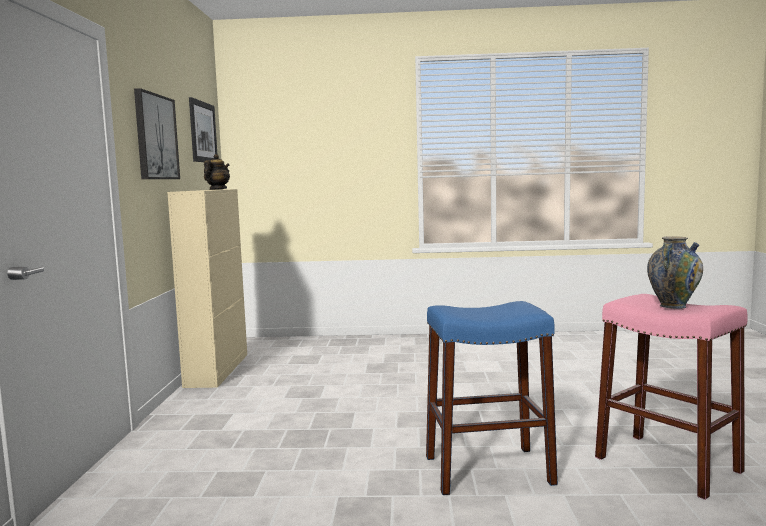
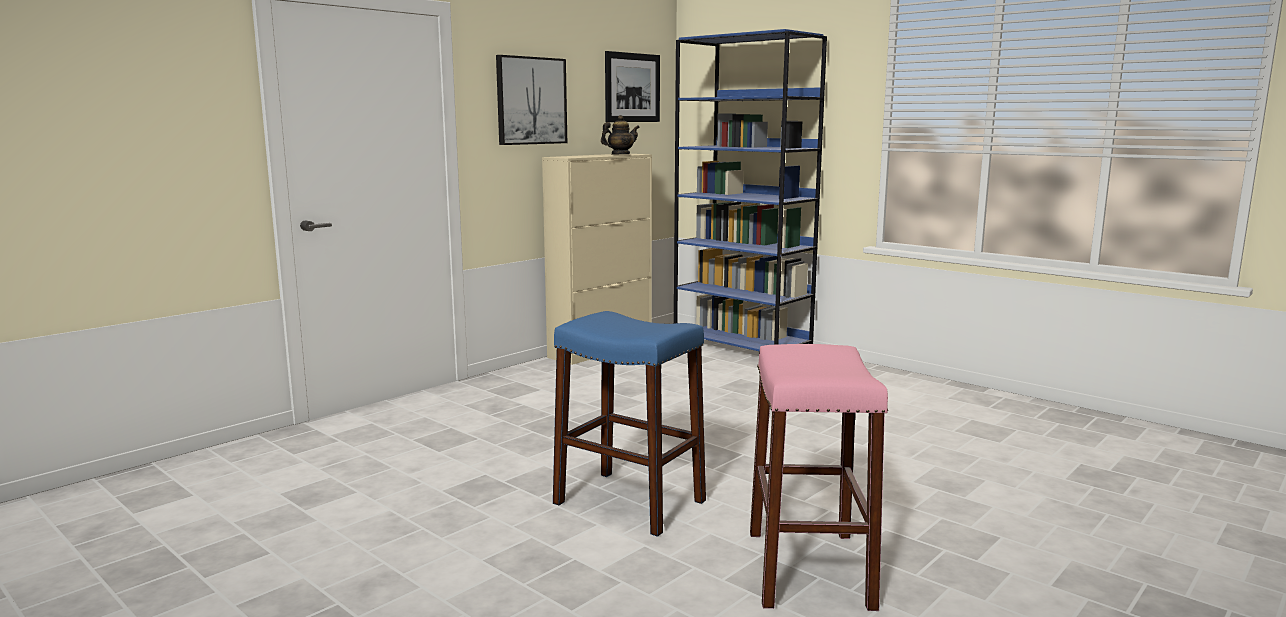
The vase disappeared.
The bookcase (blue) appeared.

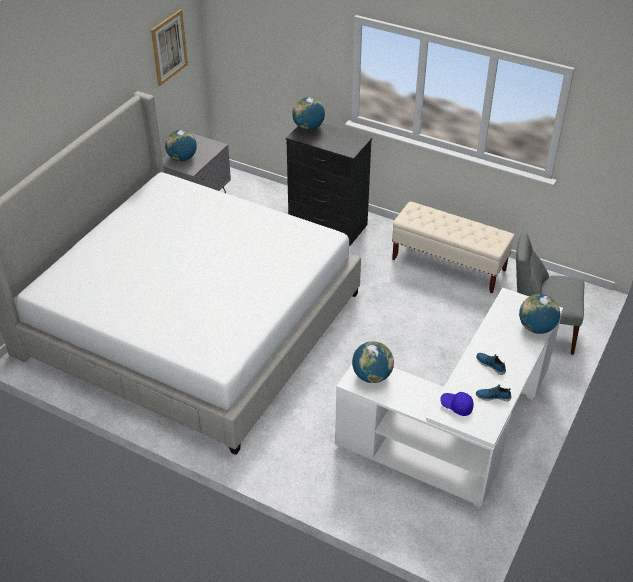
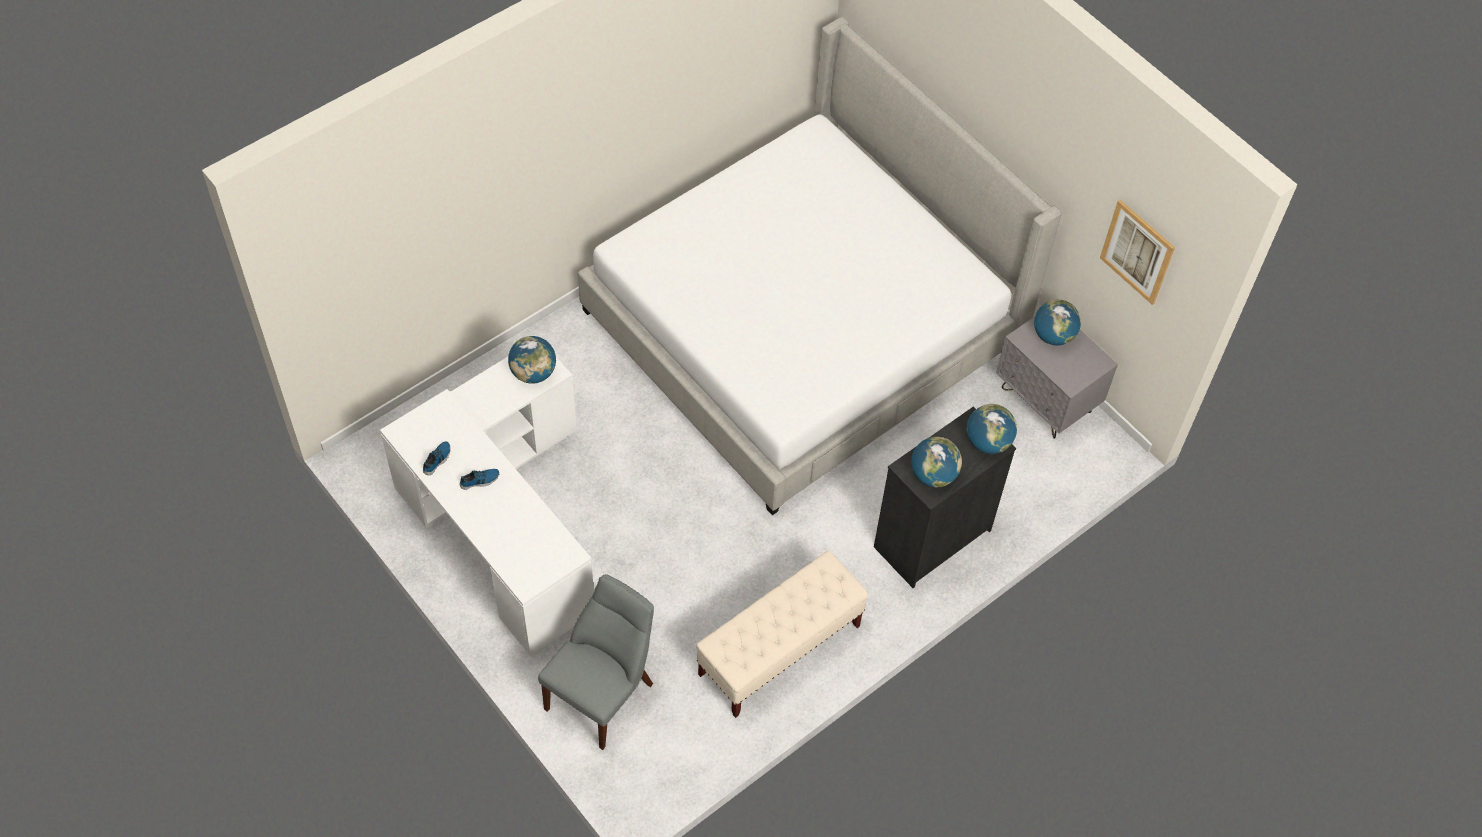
The cap (blue) disappeared.
The globe (no. 4 from left in the first image) moved.

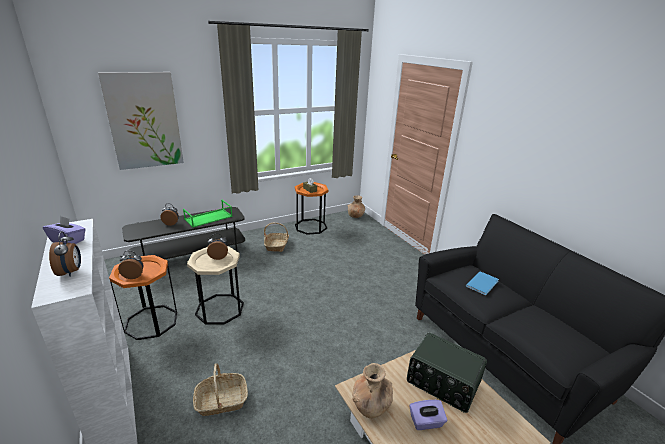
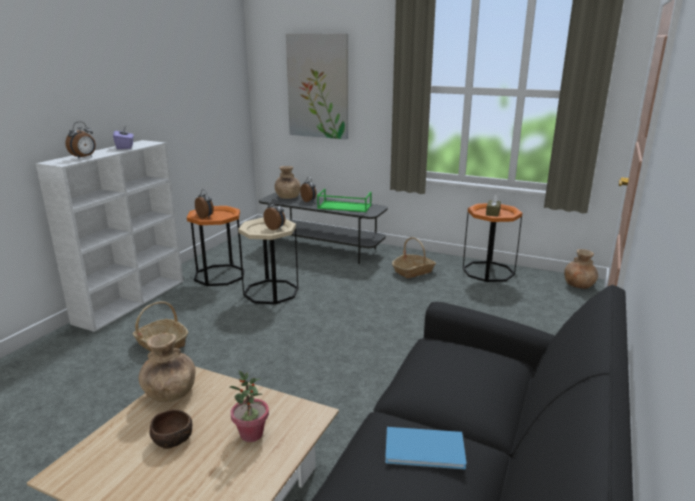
The radio was replaced by the potted plant.
The tissue box (purple) (no. 2 from left) was replaced by the bowl (brown).
The book (blue) moved.
The vase (brown) (no. 2 from left) appeared.

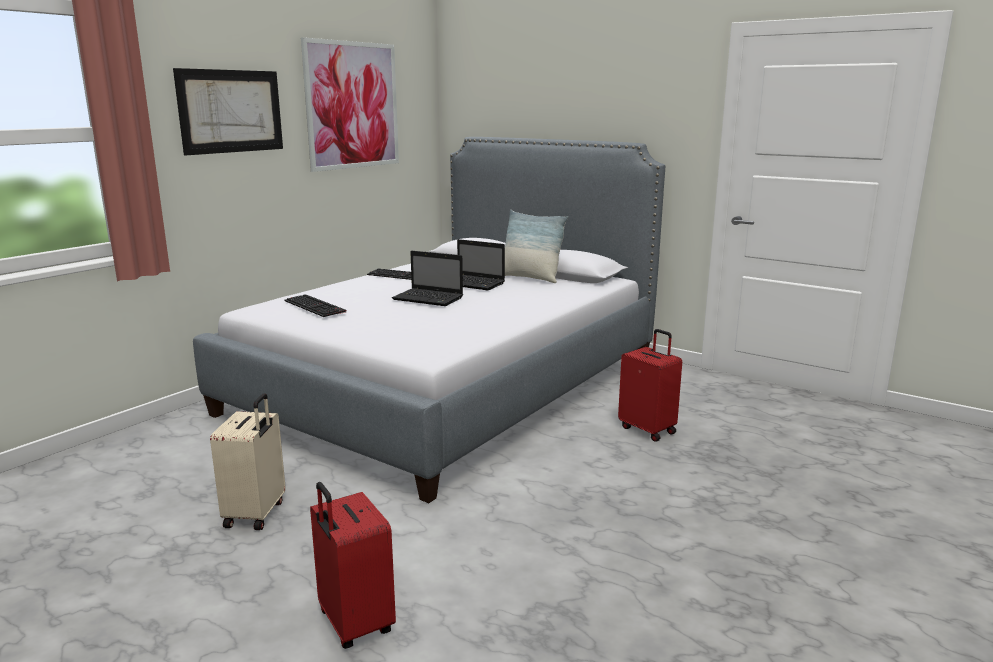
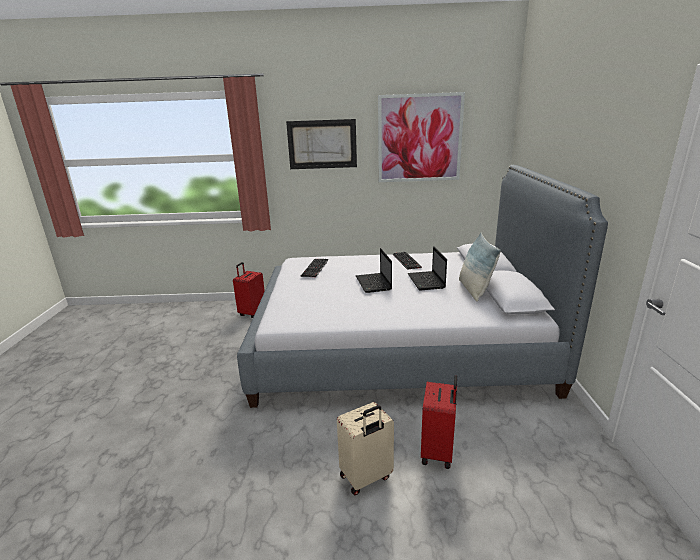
The suitcase (beige) moved.
The suitcase (red) (no. 1 from left) moved.

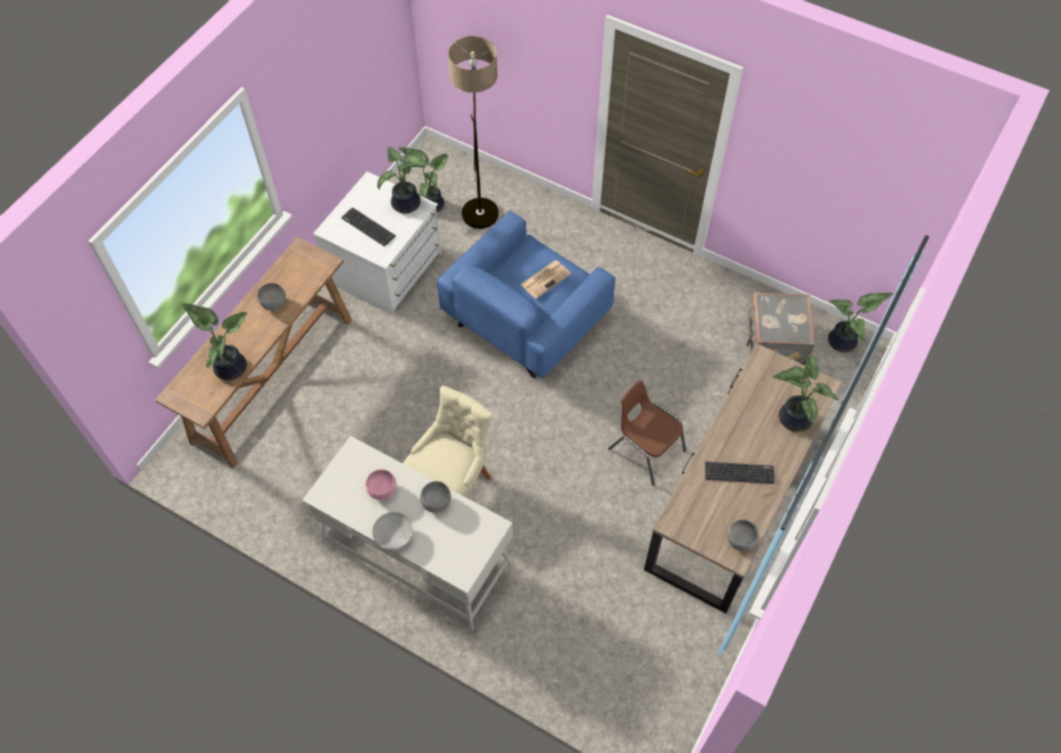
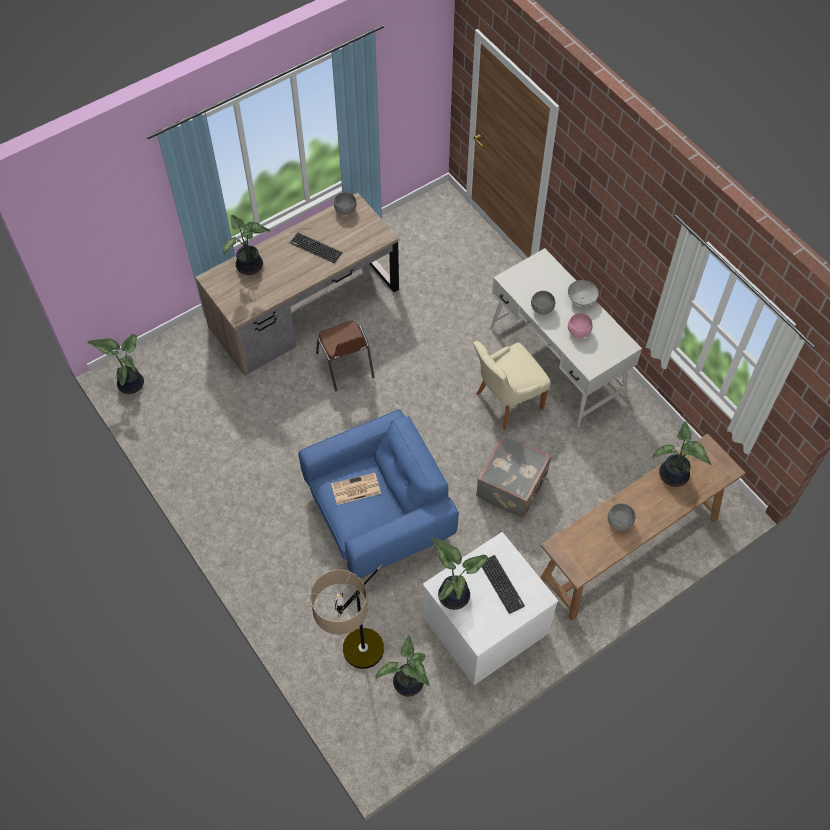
The suitcase (grey) moved.

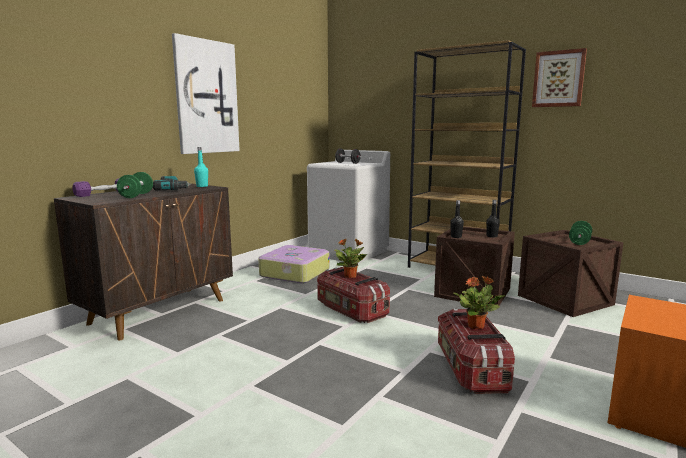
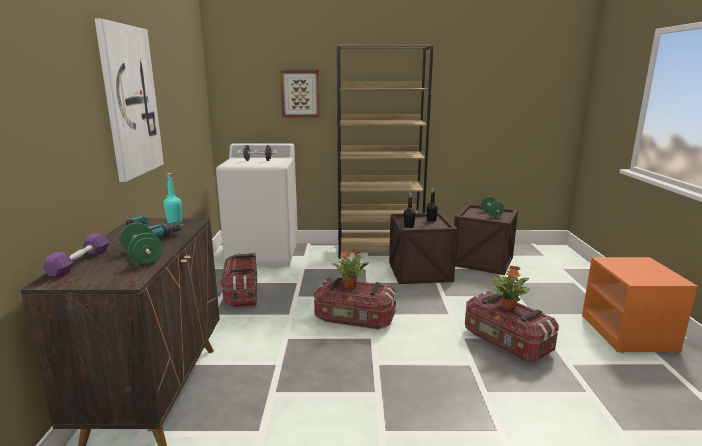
The suitcase was replaced by the storage box (no. 1 from left).
The picture (no. 2 from left) moved.

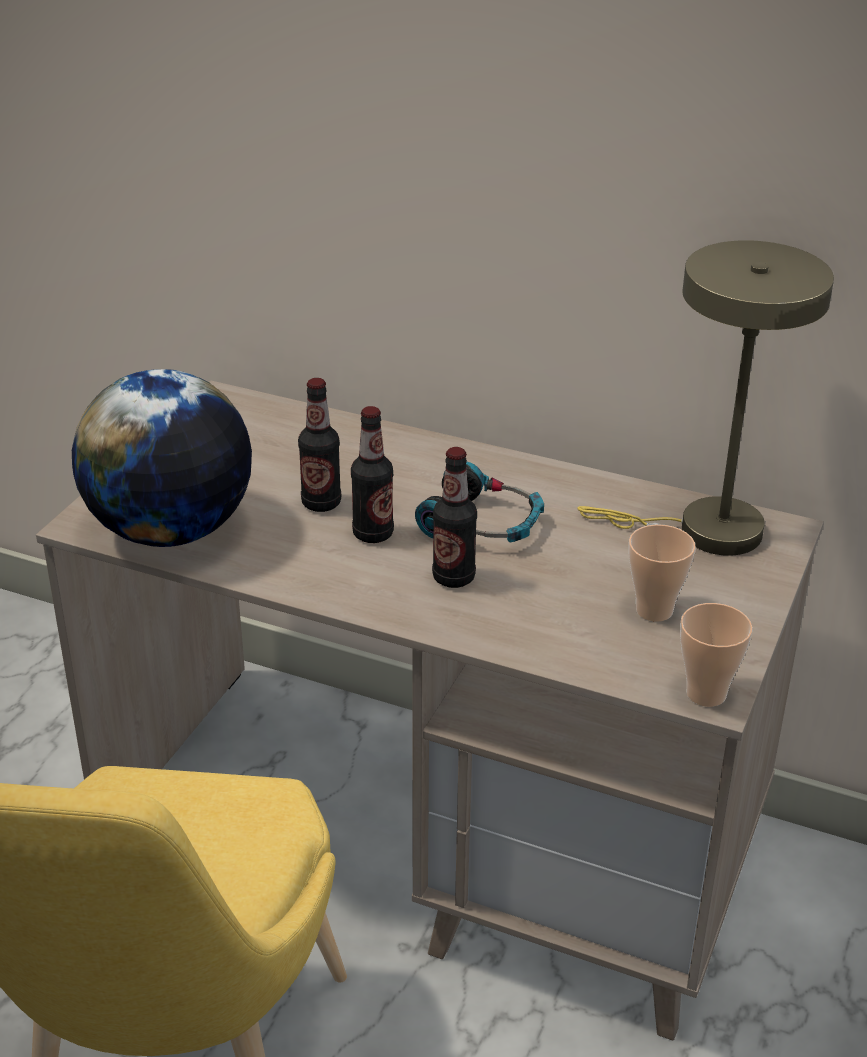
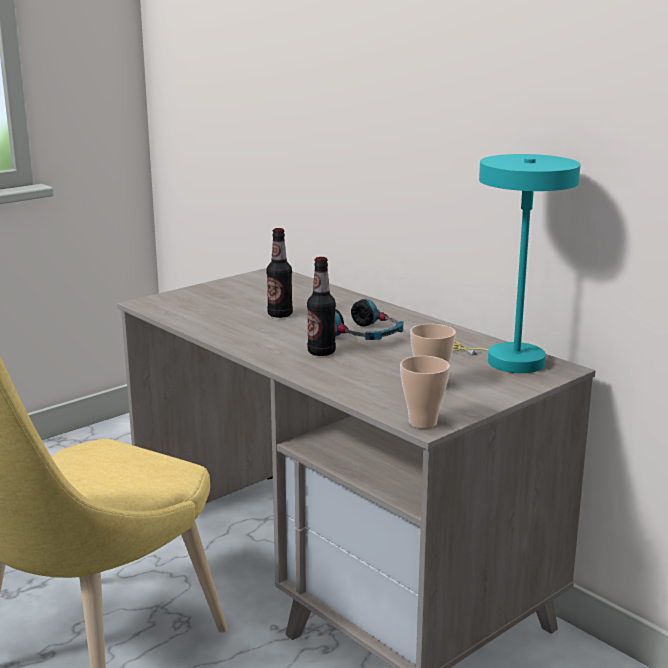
The globe disappeared.
The bottle (no. 2 from left) disappeared.
The table lamp (beige) became the table lamp (turquoise).

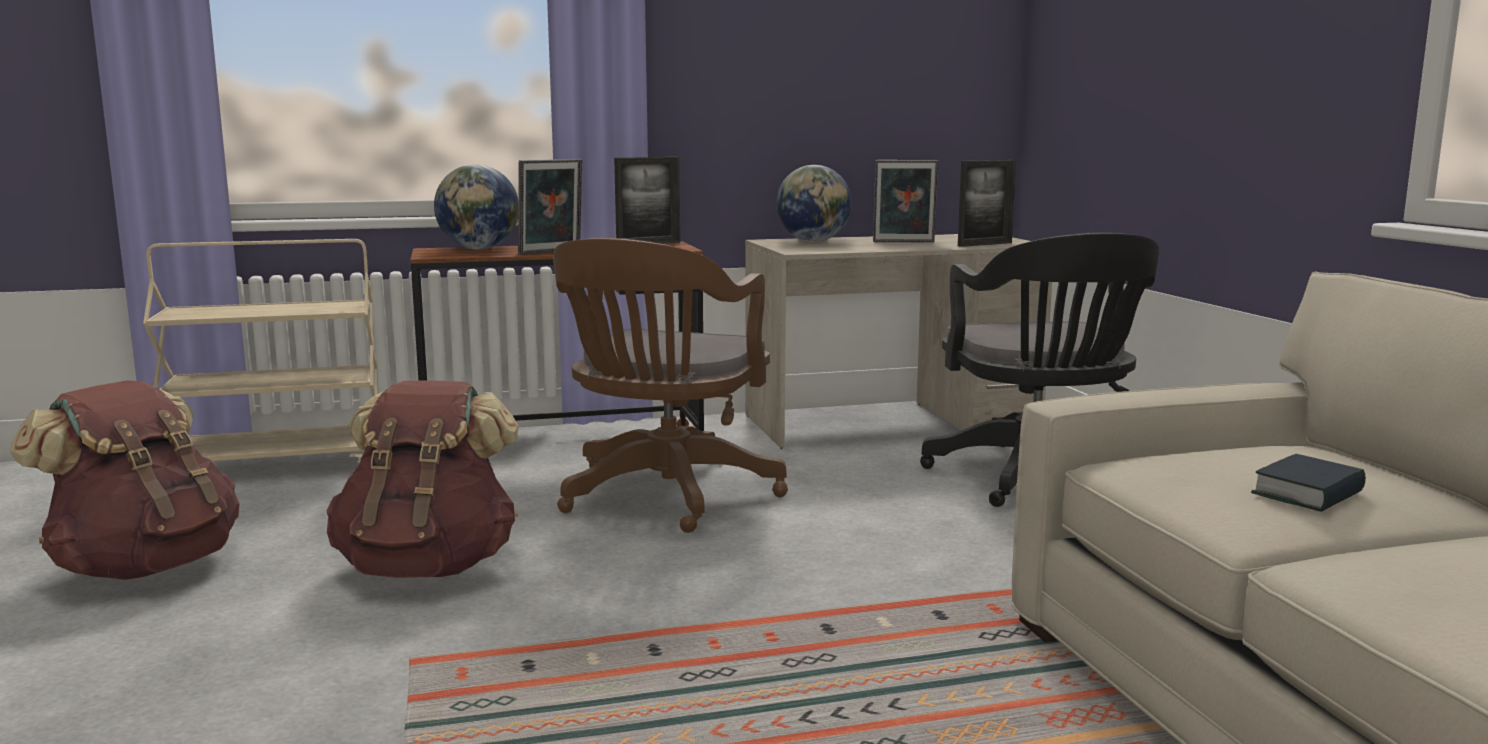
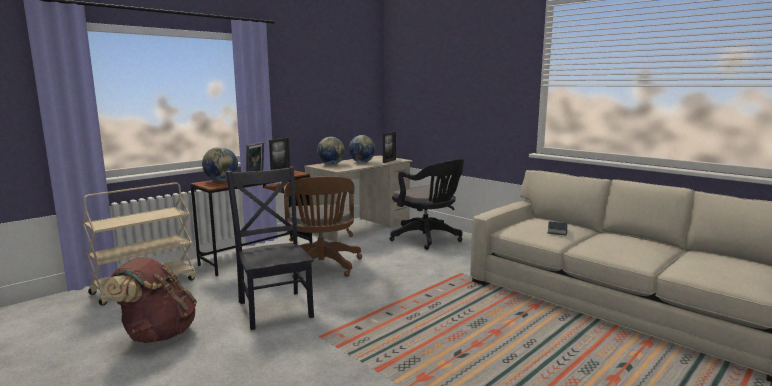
The backpack (brown) (no. 2 from left) was replaced by the chair (black).
The picture frame (no. 3 from left) was replaced by the globe (no. 3 from left).

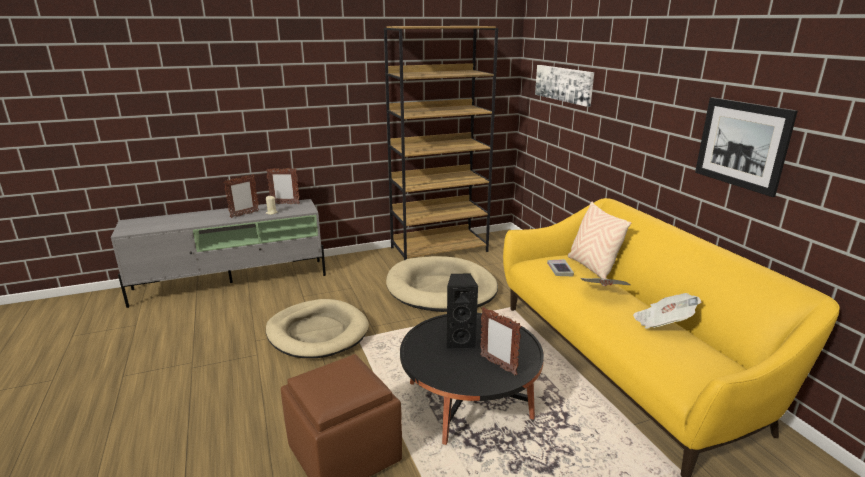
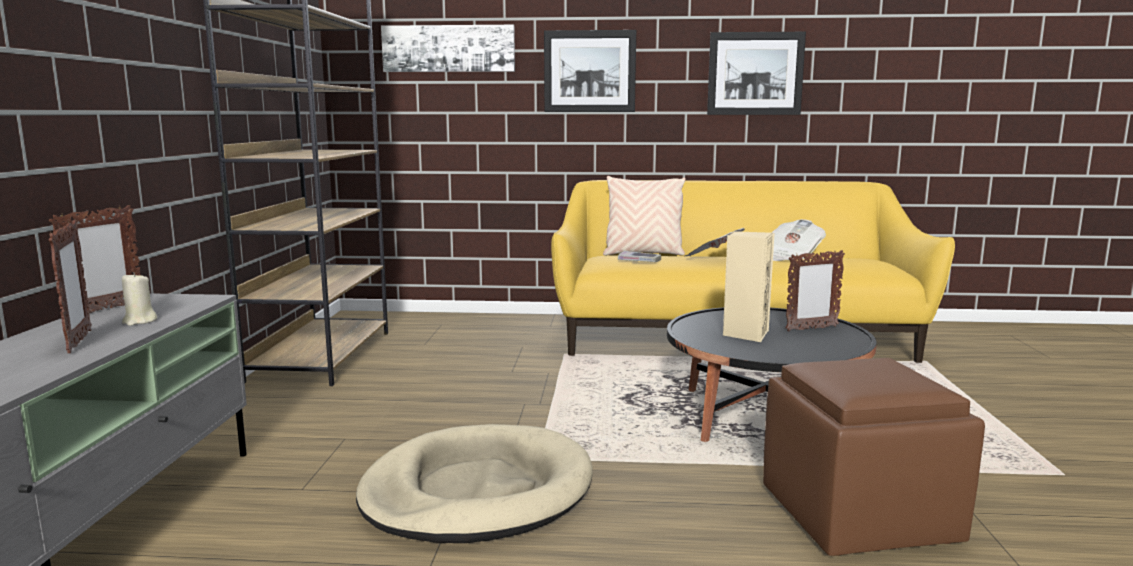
The dog bed (beige) (no. 2 from left) disappeared.
The speaker (black) became the speaker (beige).
The picture (no. 2 from left) appeared.

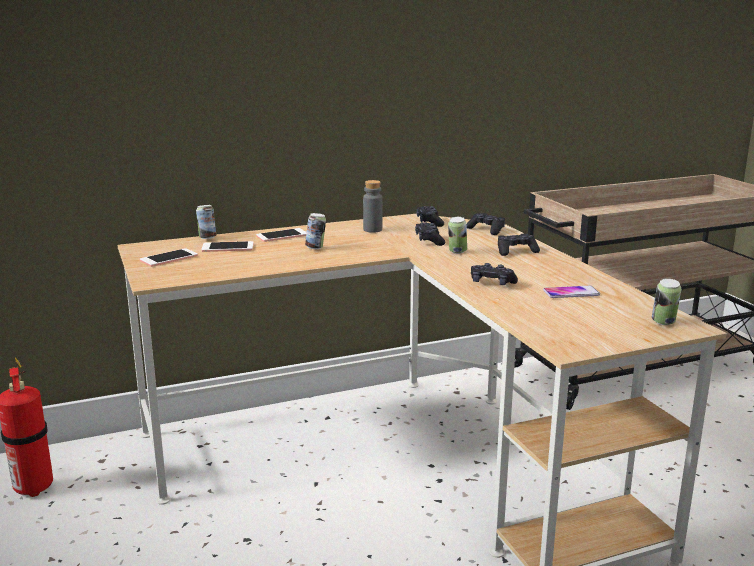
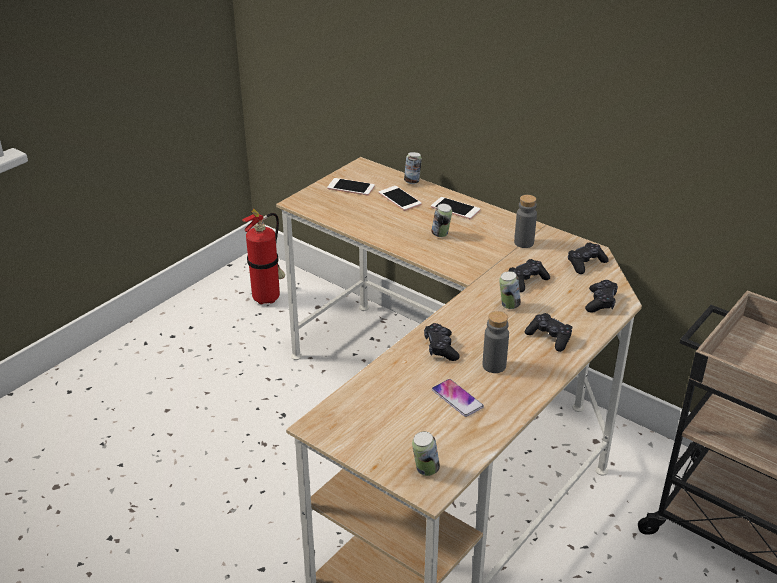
The bottle (grey) (no. 1 from left) appeared.

